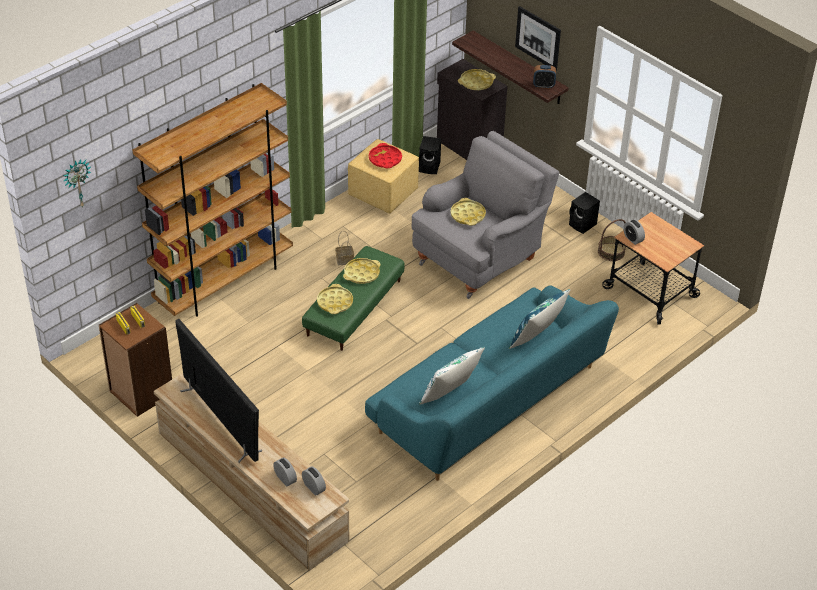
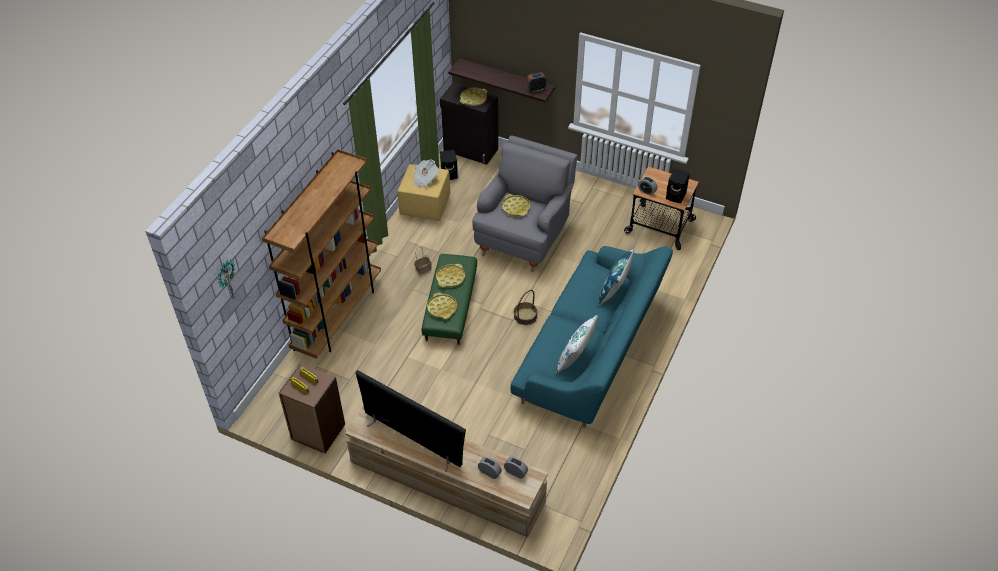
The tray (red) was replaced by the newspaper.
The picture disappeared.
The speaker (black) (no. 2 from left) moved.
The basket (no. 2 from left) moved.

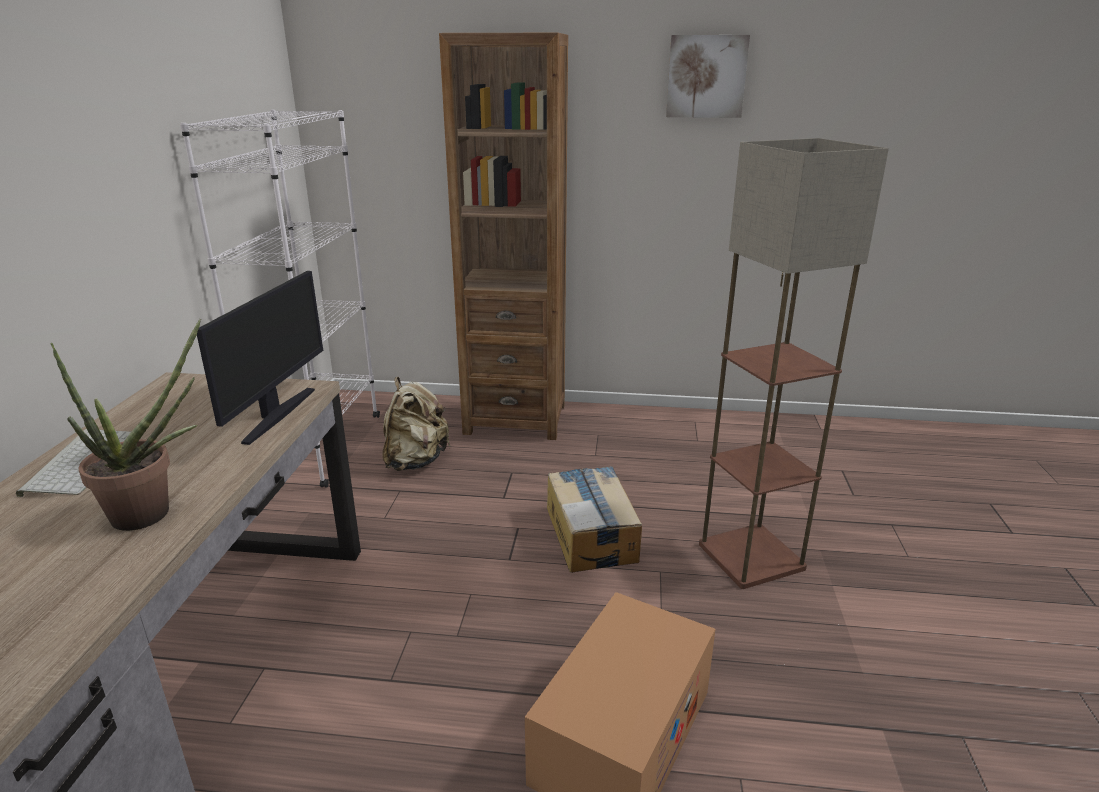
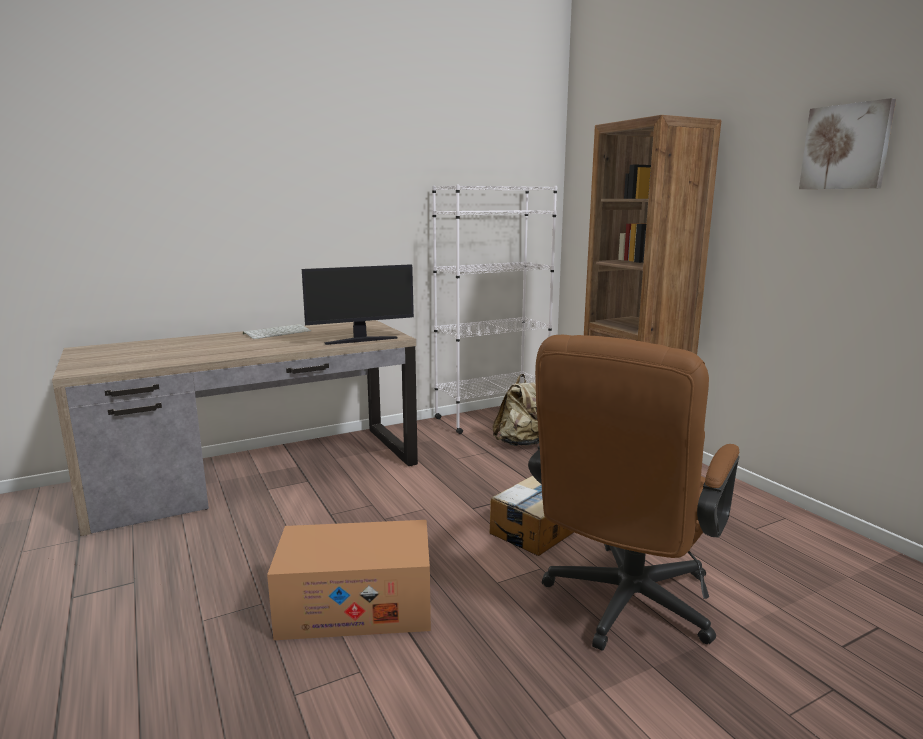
The potted plant disappeared.
The floor lamp was replaced by the office chair (brown).

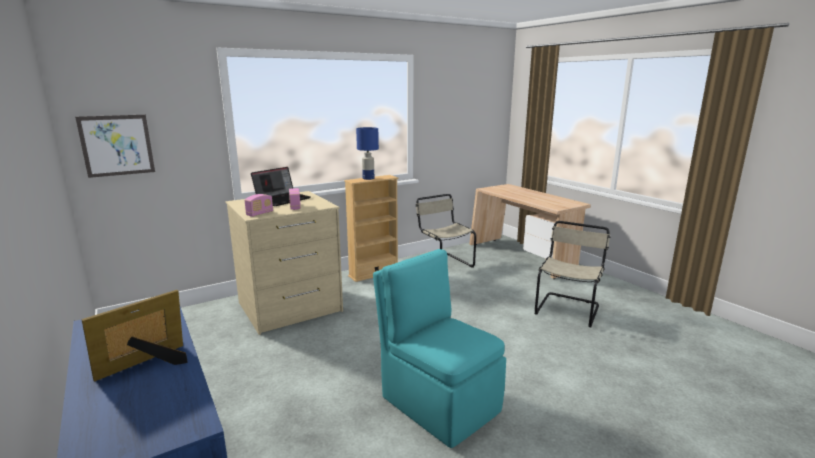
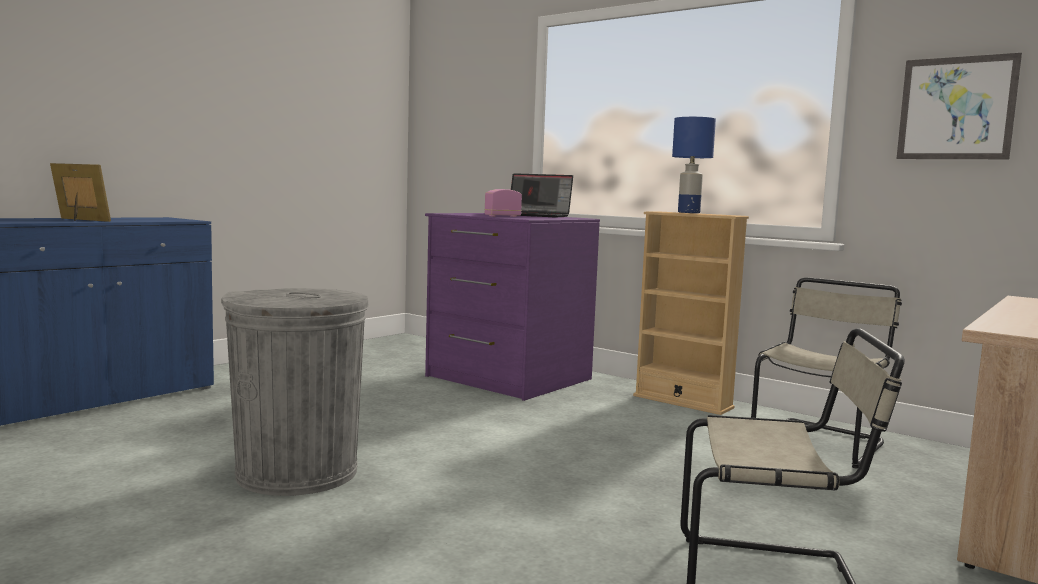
The picture moved.
The dresser (beige) became the dresser (purple).
The radio (no. 1 from left) disappeared.
The chair (turquoise) was replaced by the trash can (grey).

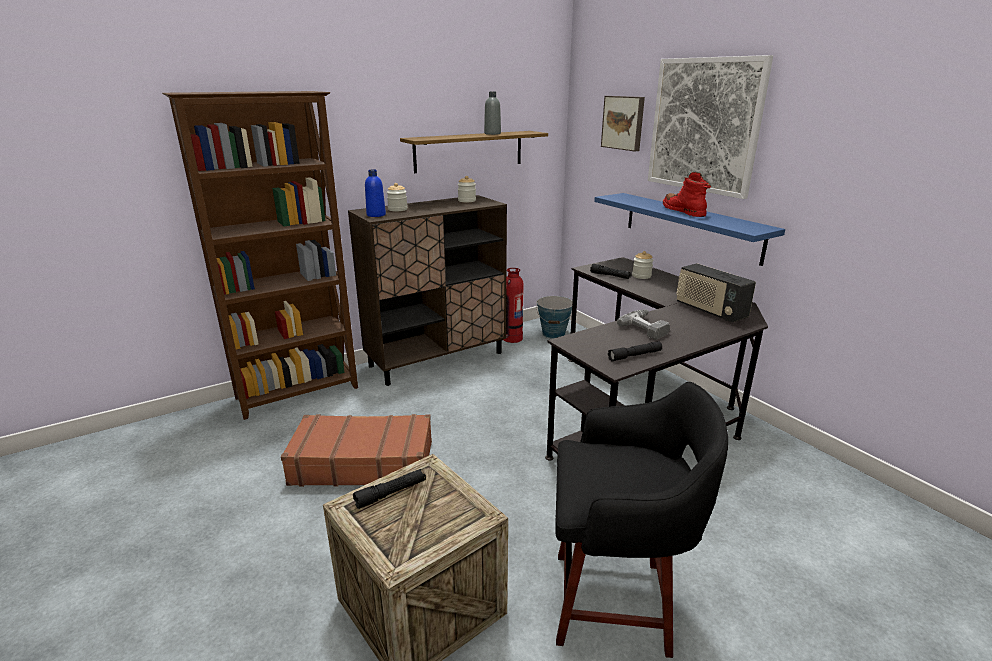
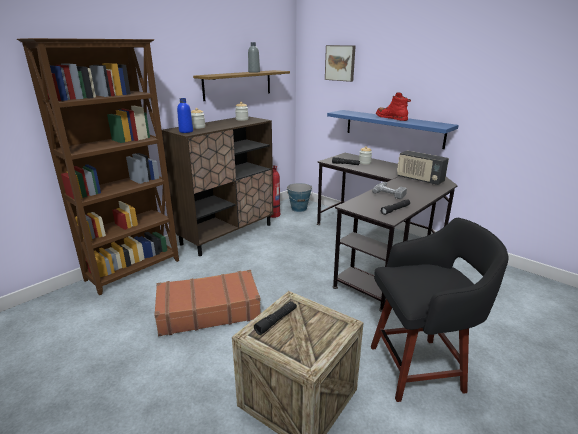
The picture (no. 2 from left) disappeared.

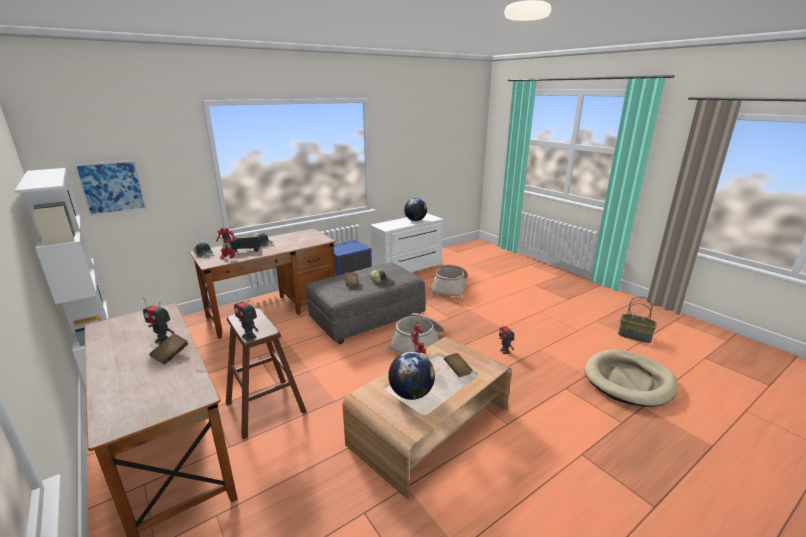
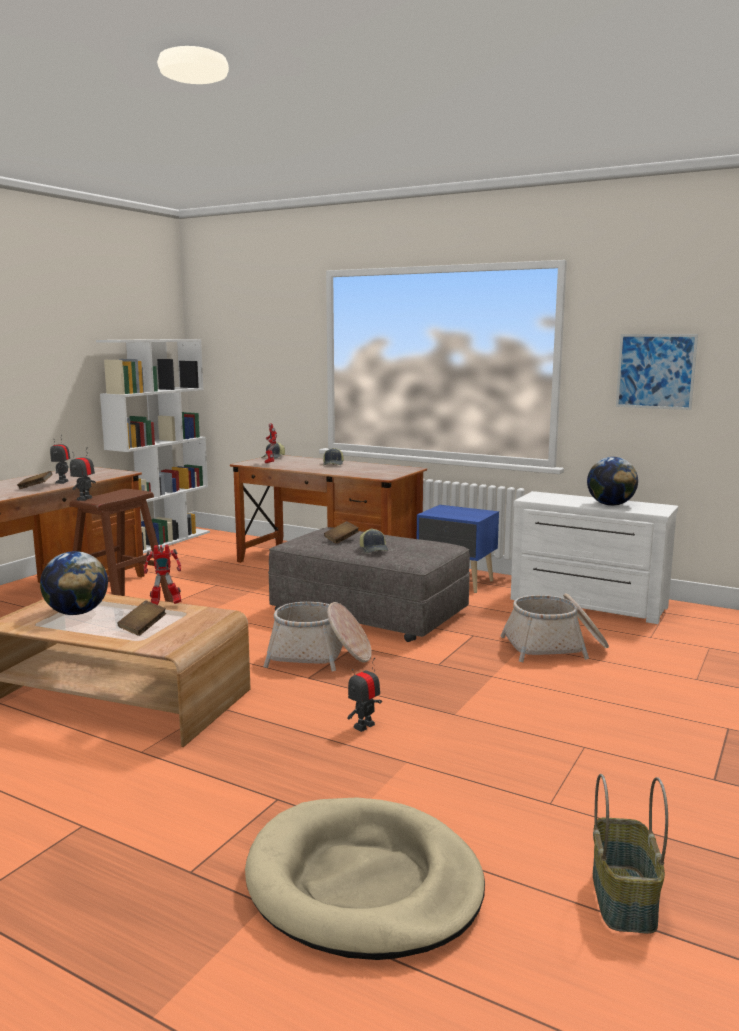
The picture moved.
The toy truck disappeared.

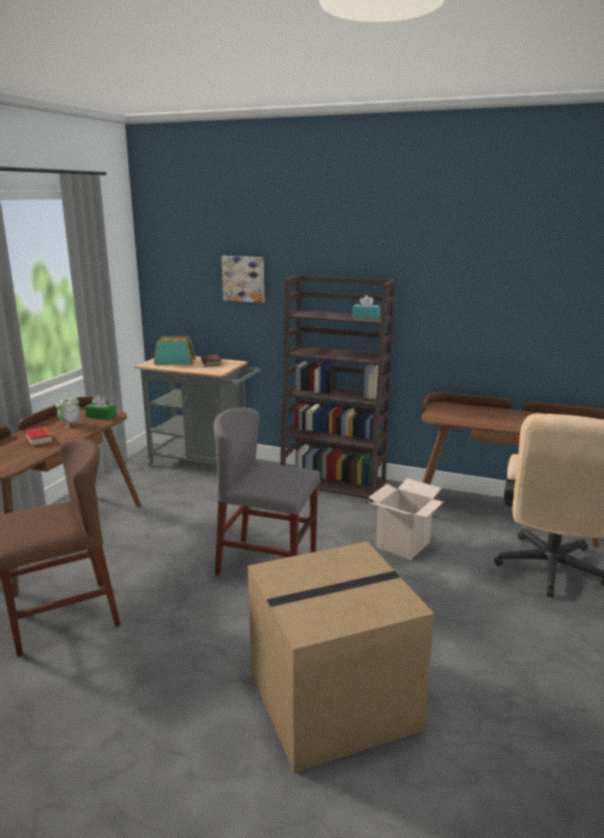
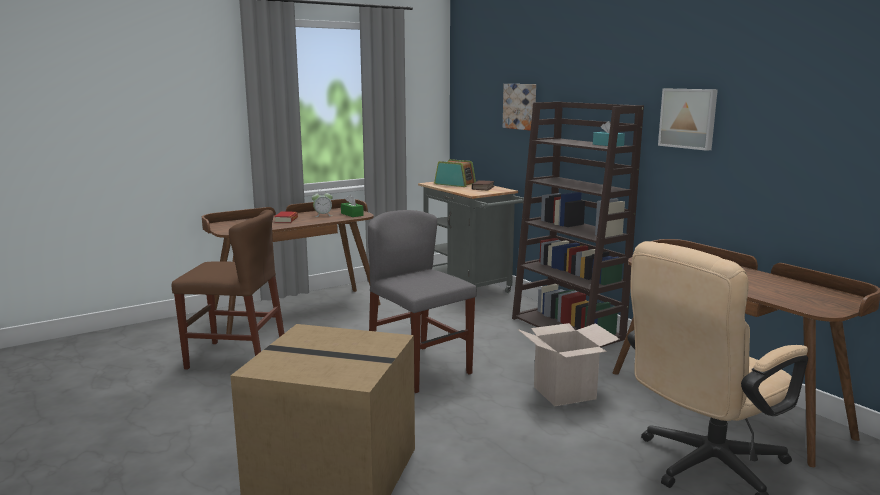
The picture (no. 2 from left) appeared.

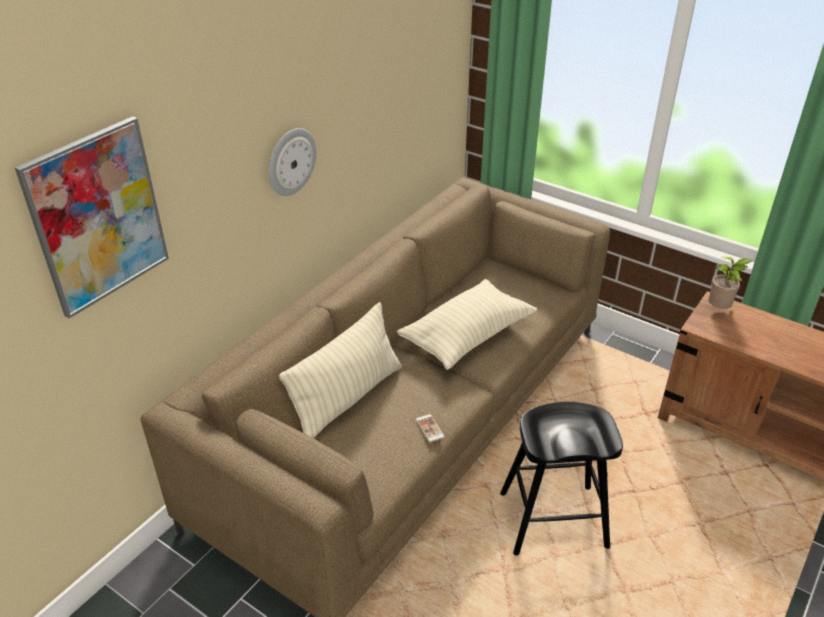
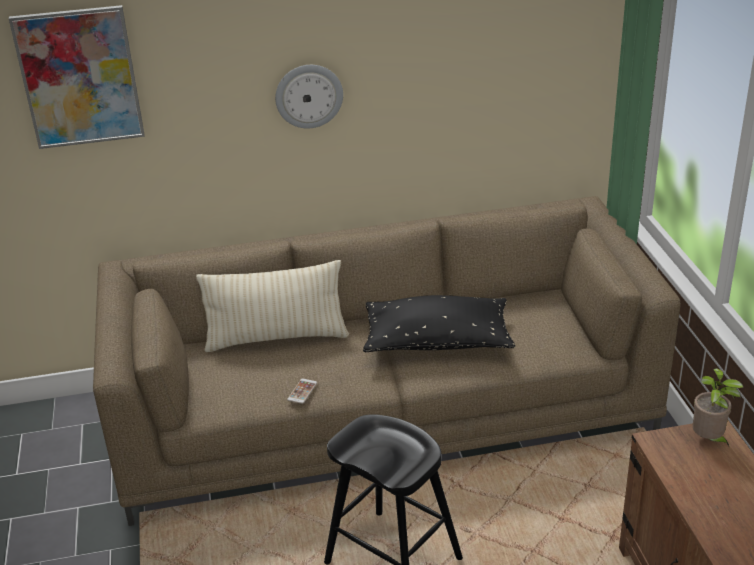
The pillow (beige) (no. 2 from left) became the pillow (black).

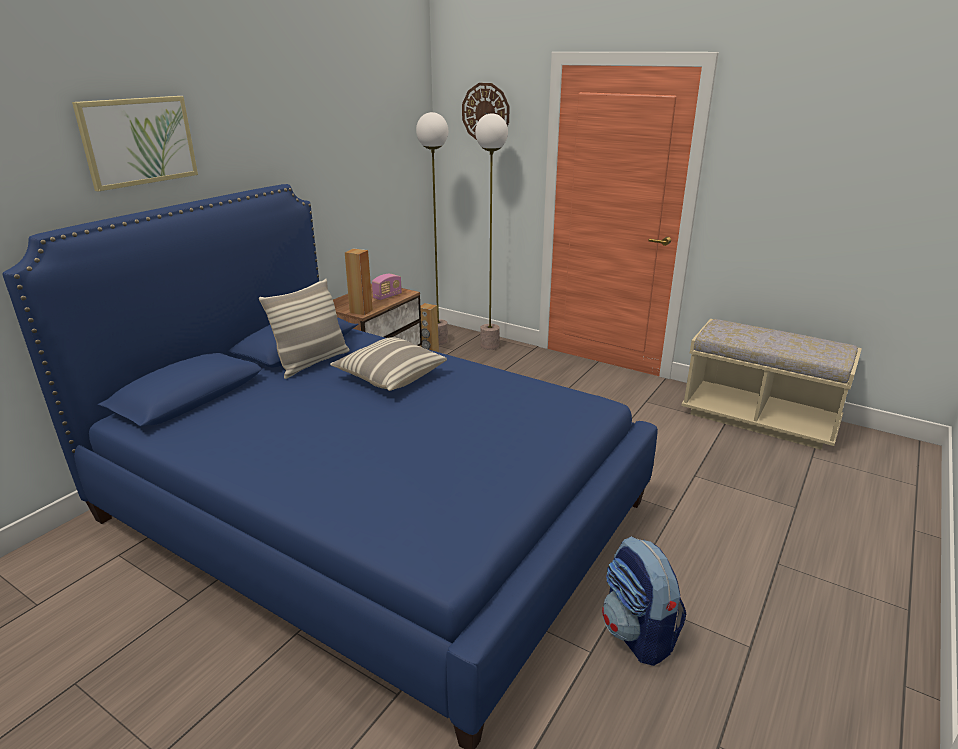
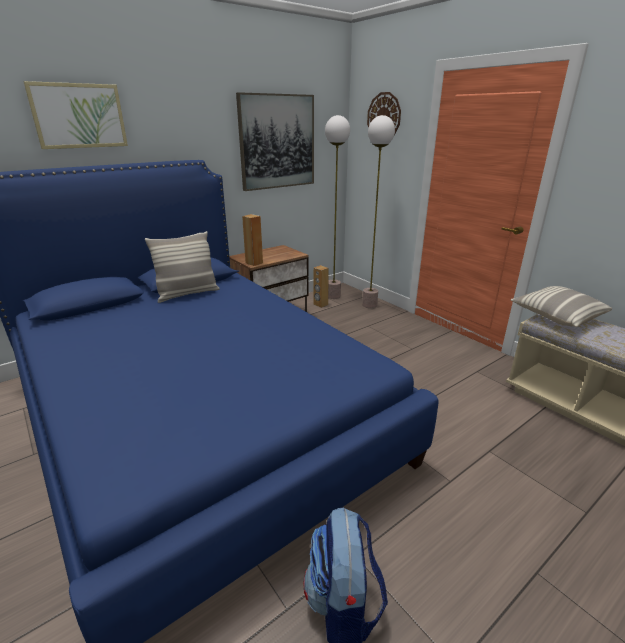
The pillow (no. 2 from left) moved.
The radio disappeared.
The picture (no. 2 from left) appeared.

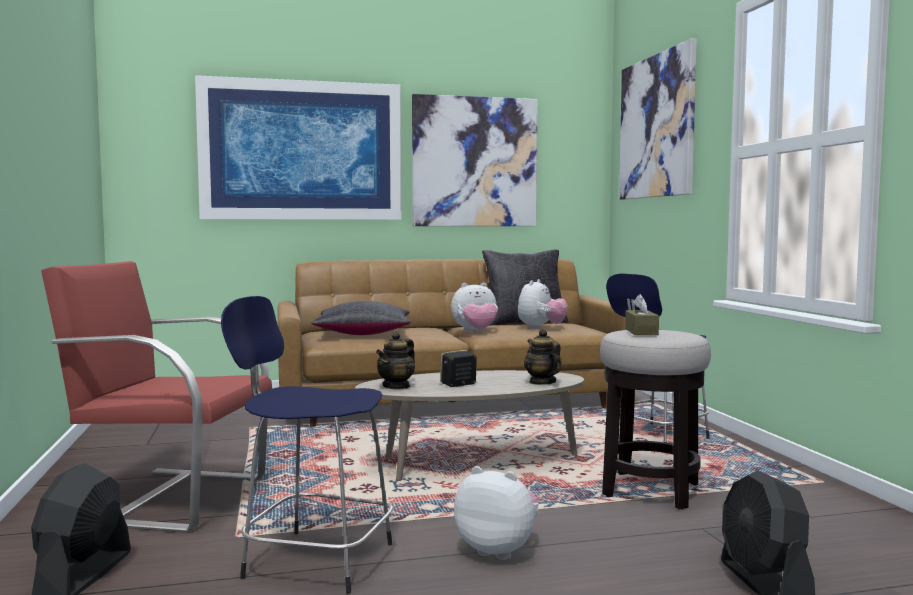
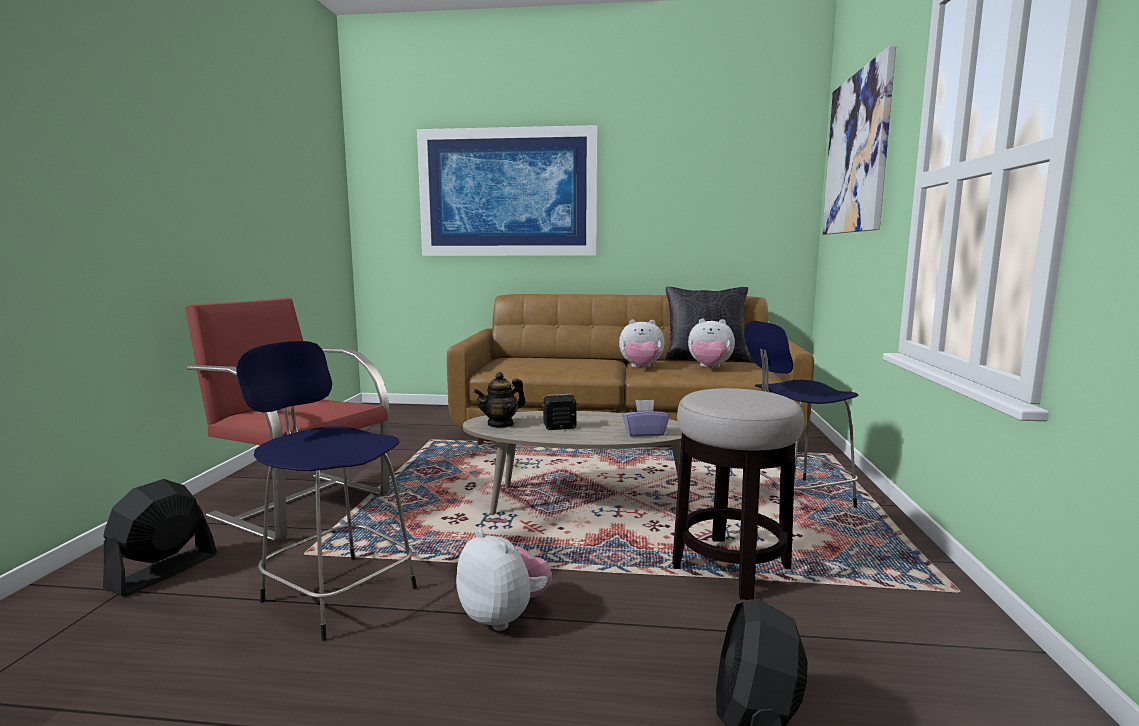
The pillow (black) (no. 1 from left) disappeared.
The picture (no. 2 from left) disappeared.
The plush toy (no. 3 from left) turned 60 degrees clockwise.
The teapot (no. 2 from left) was replaced by the tissue box (purple).
The tissue box (brown) disappeared.

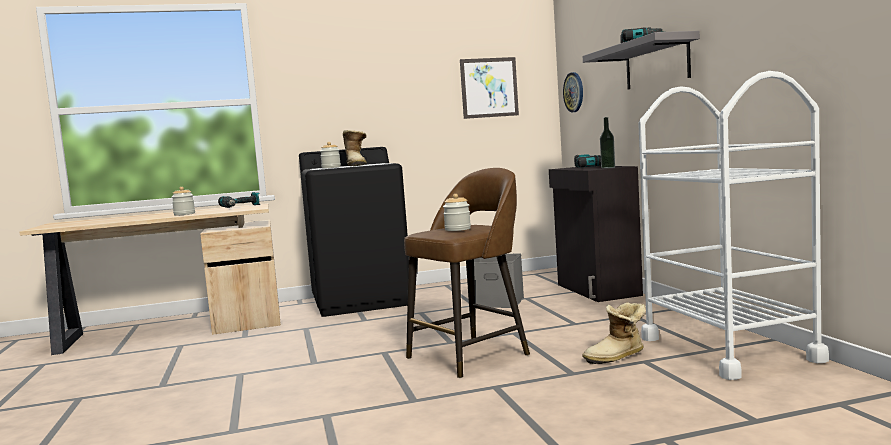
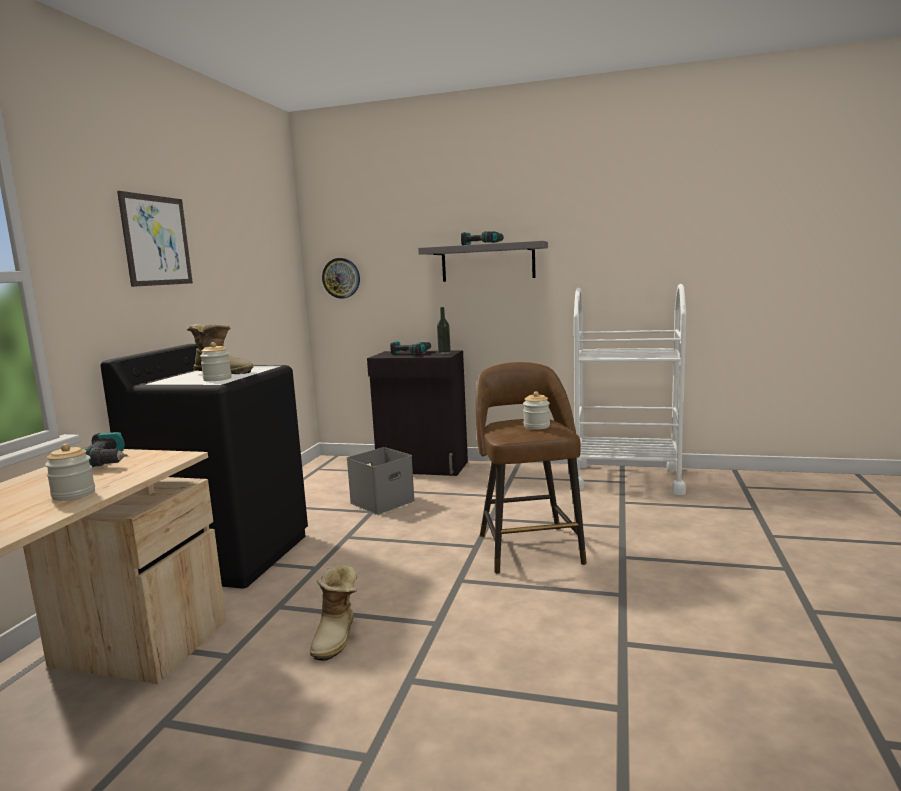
The picture moved.
The boot (no. 2 from left) moved.

